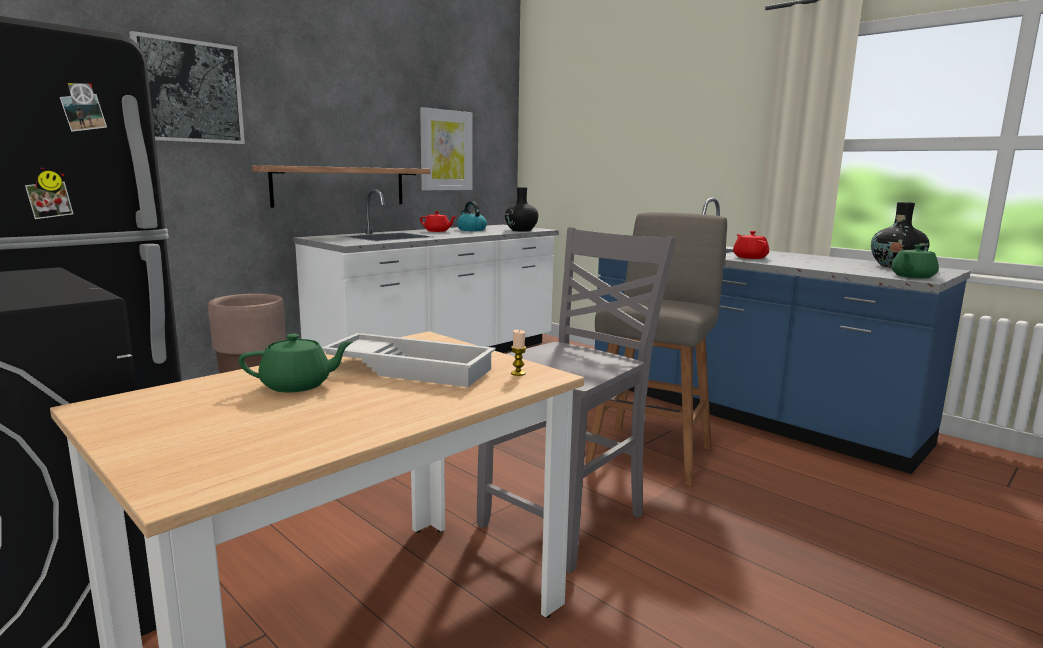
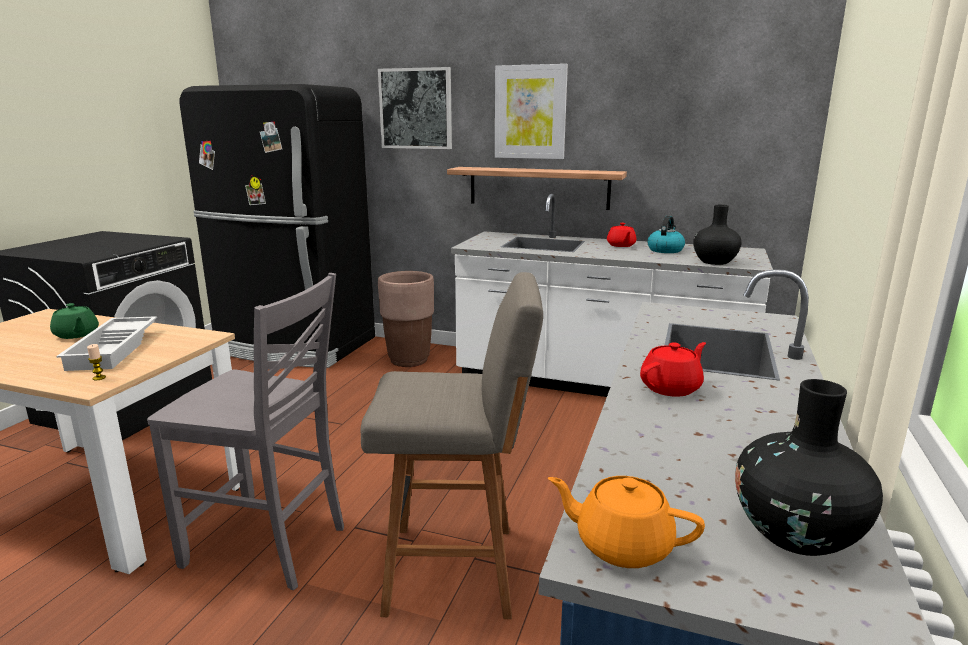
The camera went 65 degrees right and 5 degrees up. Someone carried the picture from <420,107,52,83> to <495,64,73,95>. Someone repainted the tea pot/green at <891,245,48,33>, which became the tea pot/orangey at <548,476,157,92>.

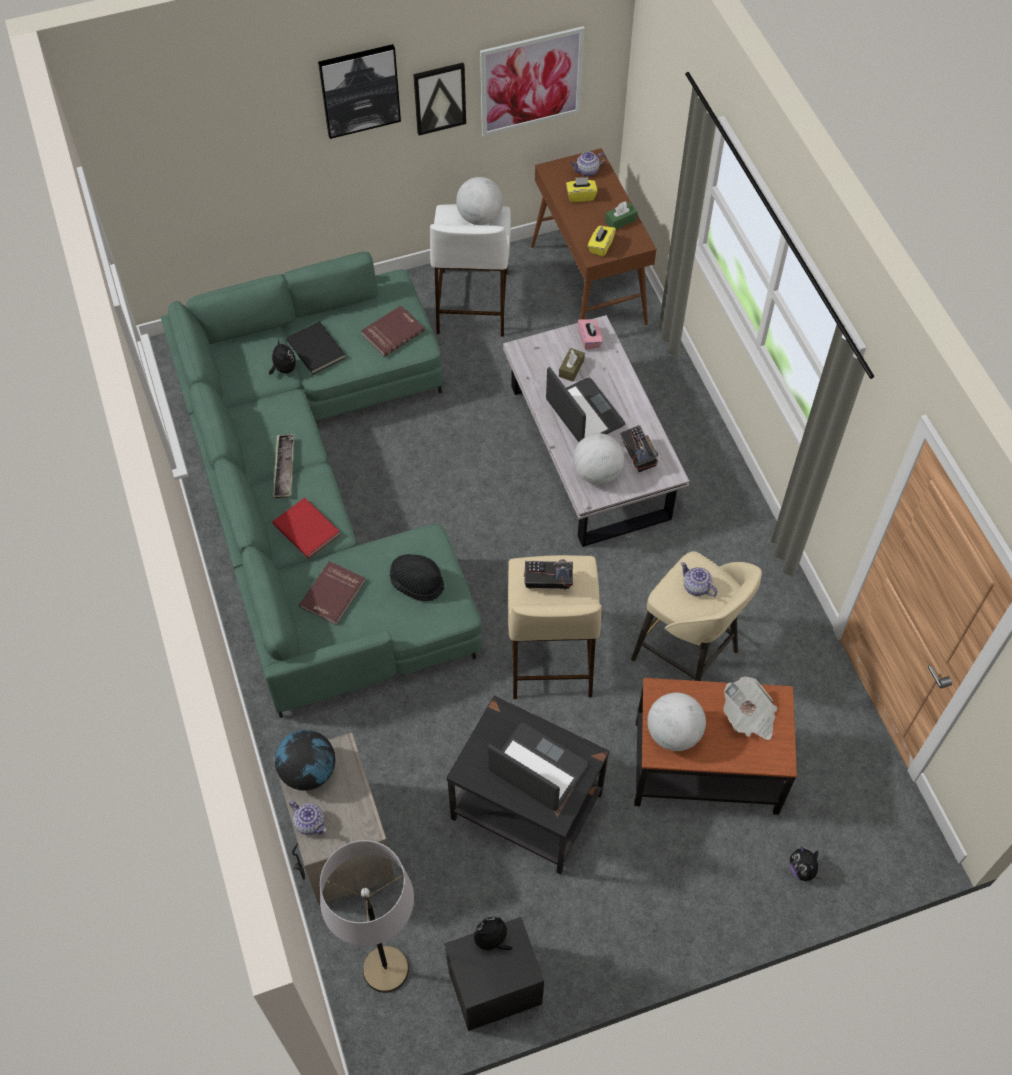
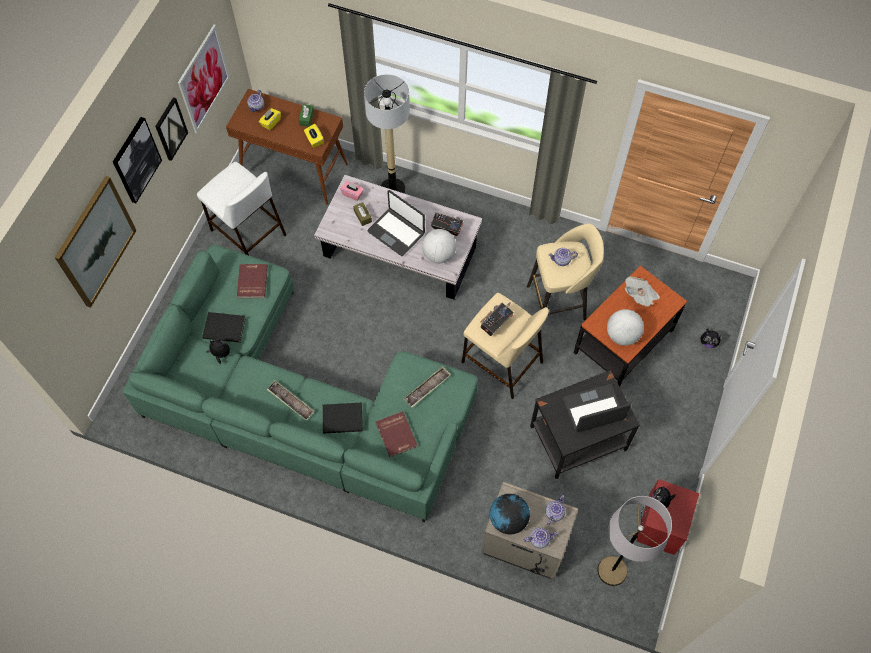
The camera went 50 degrees left and 5 degrees up. Someone took away the world globe at <456,177,47,48>. Someone put up the picture at <54,176,83,132>. Someone put down the standard lamp at <364,74,46,119>. Someone put down the tea pot at <545,495,20,30>. Someone swapped the clothing hat/black-coloured at <390,554,54,47> for the tray at <404,366,47,41>. Someone repainted the book/reddish at <273,498,67,61>, which became the book/black-coloured at <323,403,40,31>. Someone repainted the bedside table/black-coloured at <445,917,99,114>, which became the bedside table/reddish at <636,479,63,76>. Someone rotated the portable computer at <546,367,79,75> by 150 degrees counterclockwise.

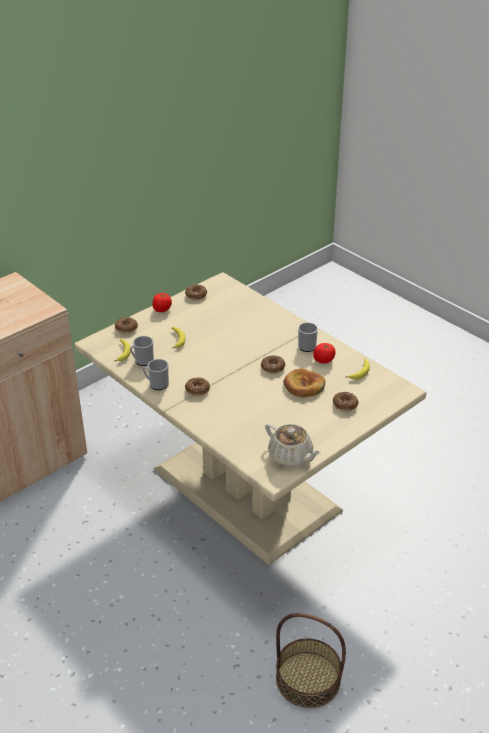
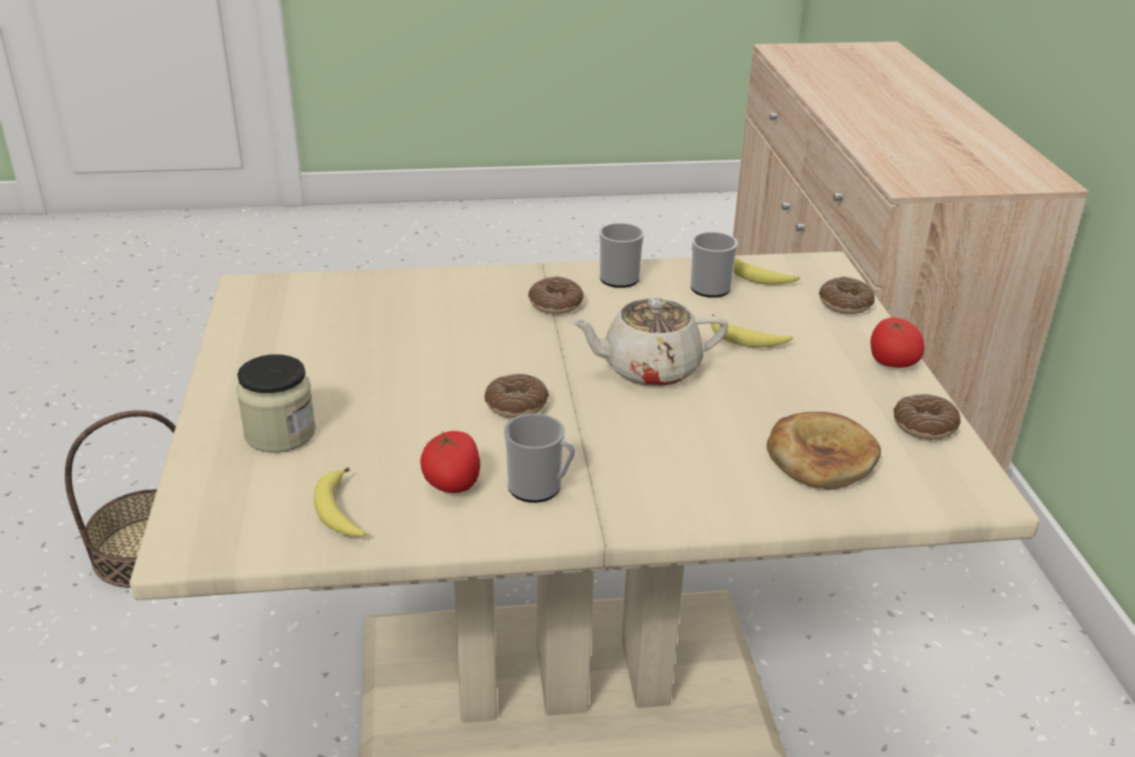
The camera went 125 degrees right and 5 degrees down. Someone carried the tea pot/beige from <265,423,56,44> to <570,297,158,90>. Someone carried the bakery bread from <283,368,42,29> to <767,412,114,78>. Someone swapped the doughnut at <333,392,25,20> for the preserve jar at <236,354,80,99>.

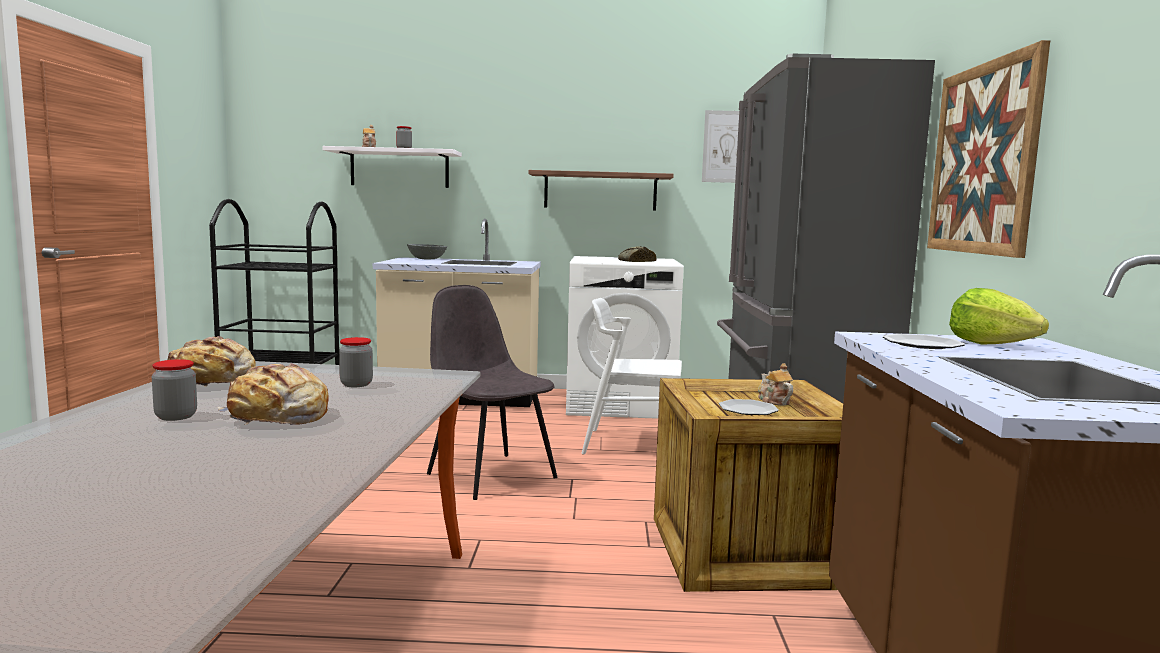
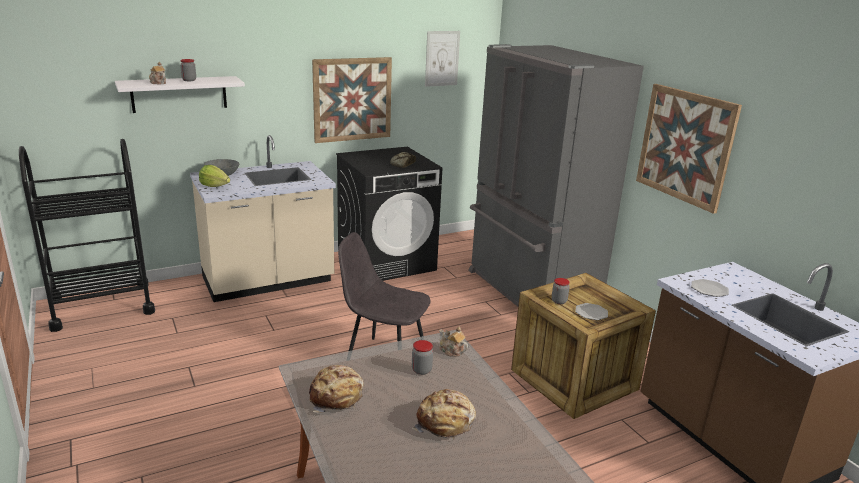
The camera went 30 degrees left and 15 degrees up. Someone took away the chair/whitish at <582,298,100,156>. Someone carried the preserve jar from <152,359,45,62> to <552,278,18,26>. Someone carried the tea pot from <758,363,35,42> to <439,327,29,30>. Someone carried the lettuce head from <949,288,100,57> to <199,165,31,22>. Someone swapped the wall shelf at <529,170,145,40> for the picture at <312,57,80,86>. Someone repainted the laundry machine/whitish at <566,256,118,163>, which became the laundry machine/black-coloured at <336,147,106,134>.

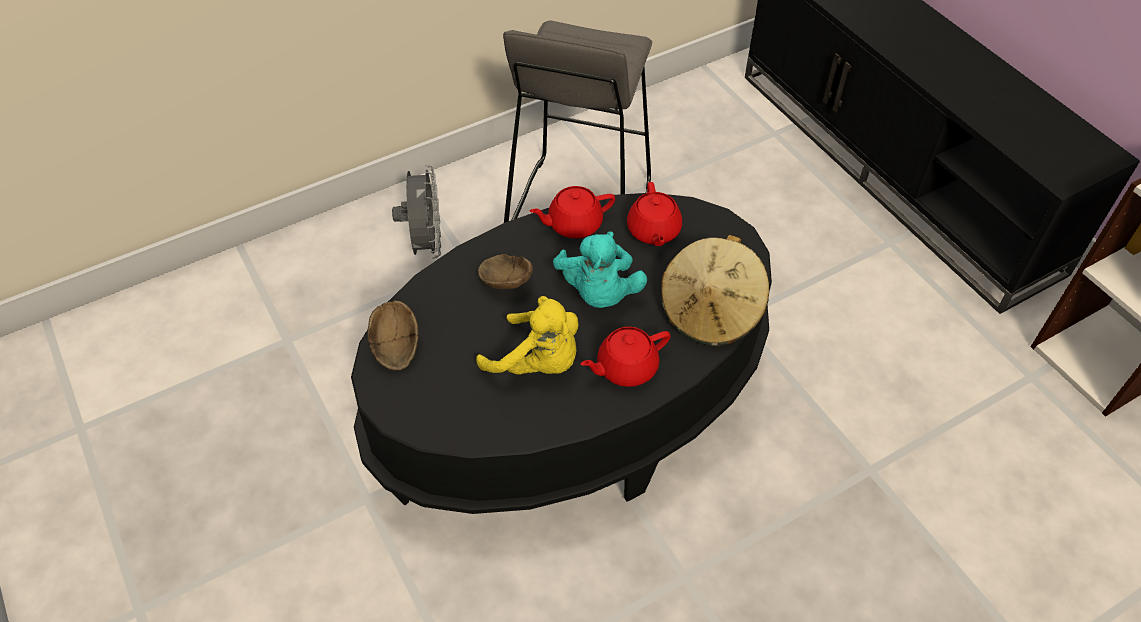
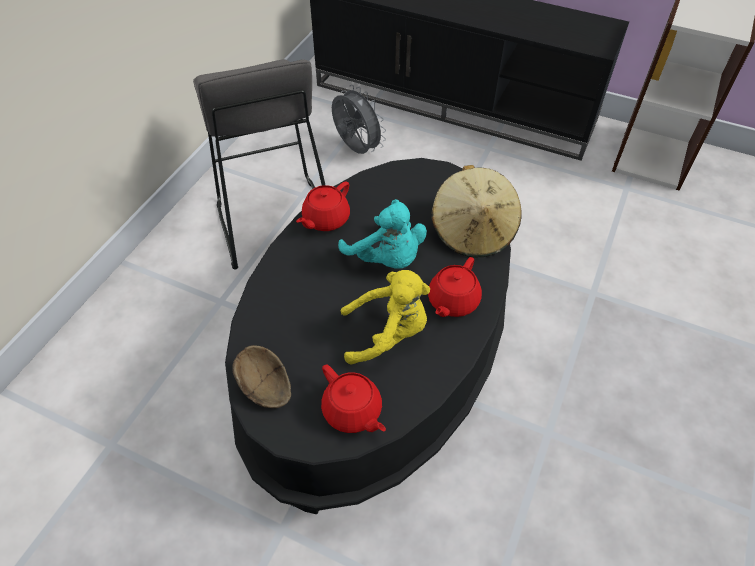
The camera went 35 degrees left and 0 degrees up. Someone took away the deep dish/brownish at <478,254,55,35>. Someone carried the fan/gray from <392,165,49,93> to <332,85,54,69>. Someone carried the tea pot/reddish from <627,182,55,64> to <321,364,65,69>.

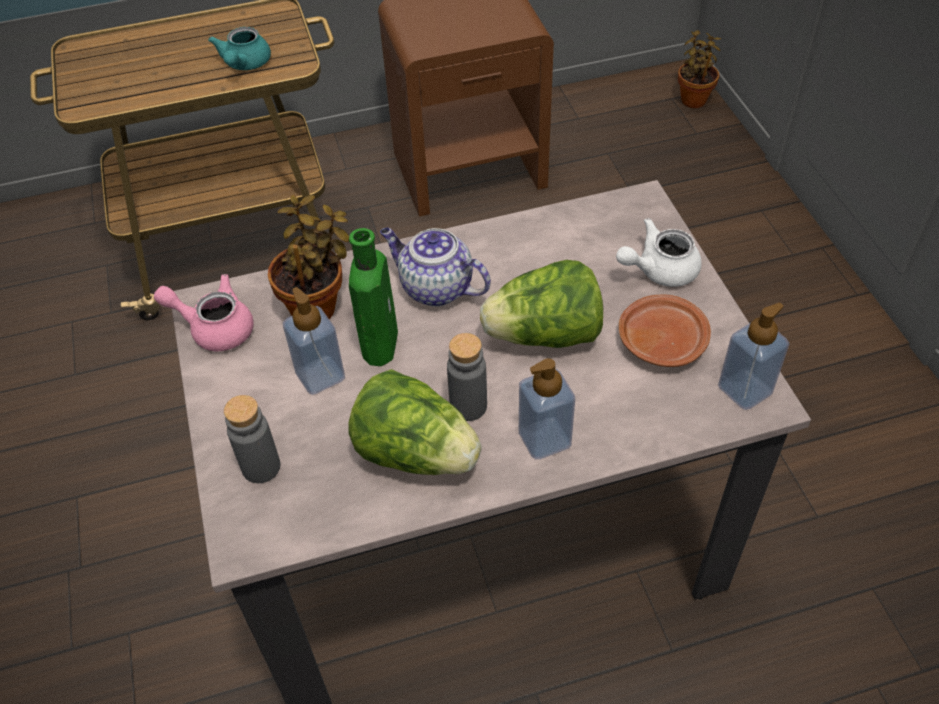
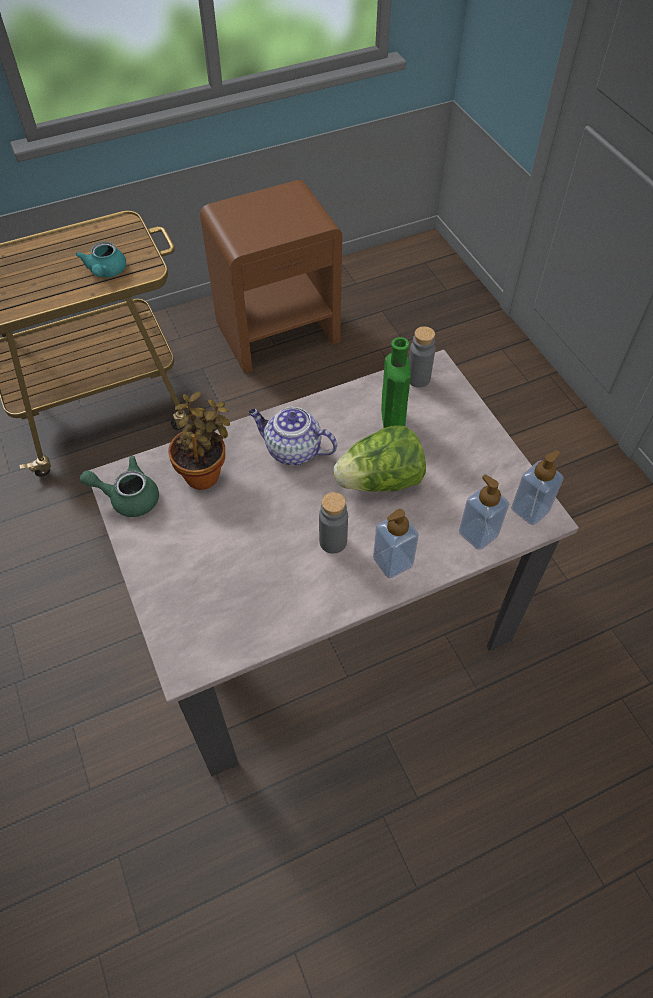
The camera went 10 degrees left and 5 degrees up. Someone took away the lettuce head at <348,369,134,106>. Someone took away the tea pot/whitish at <616,218,85,69>. Someone took away the plate/brownish at <619,295,92,72>. Someone took away the houseplant at <678,30,43,78>. Someone carried the bottle/gray from <224,395,56,88> to <409,326,26,62>. Someone carried the liquid soap bottle from <283,287,62,108> to <459,474,50,76>. Someone carried the bottle/green from <349,228,49,138> to <381,337,30,91>. Someone repainted the tea pot/pink-coloured at <154,274,100,77>, which became the tea pot/green at <80,456,79,61>.

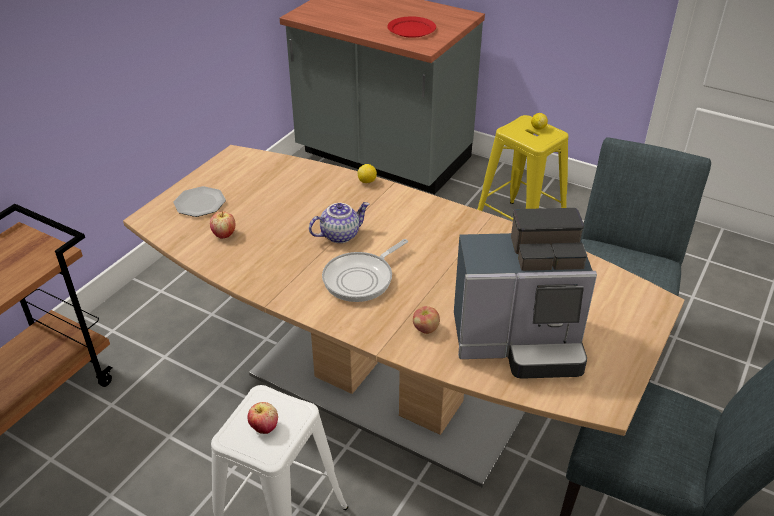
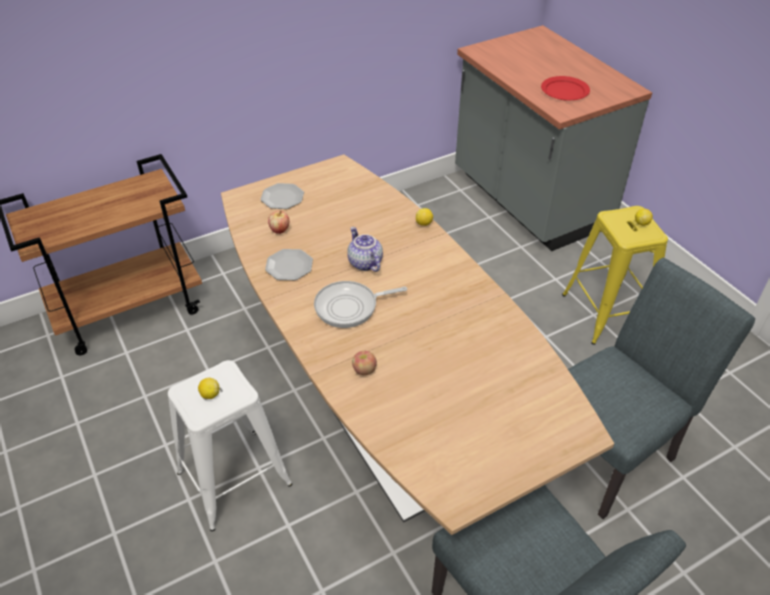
The camera went 30 degrees right and 5 degrees up. Someone took away the coffee brewer at <454,208,143,171>. Someone put down the plate at <265,249,48,31>. Someone swapped the apple at <248,402,30,32> for the whole lemon at <198,378,21,21>. Someone rotated the tea pot at <309,202,60,41> by 120 degrees counterclockwise.

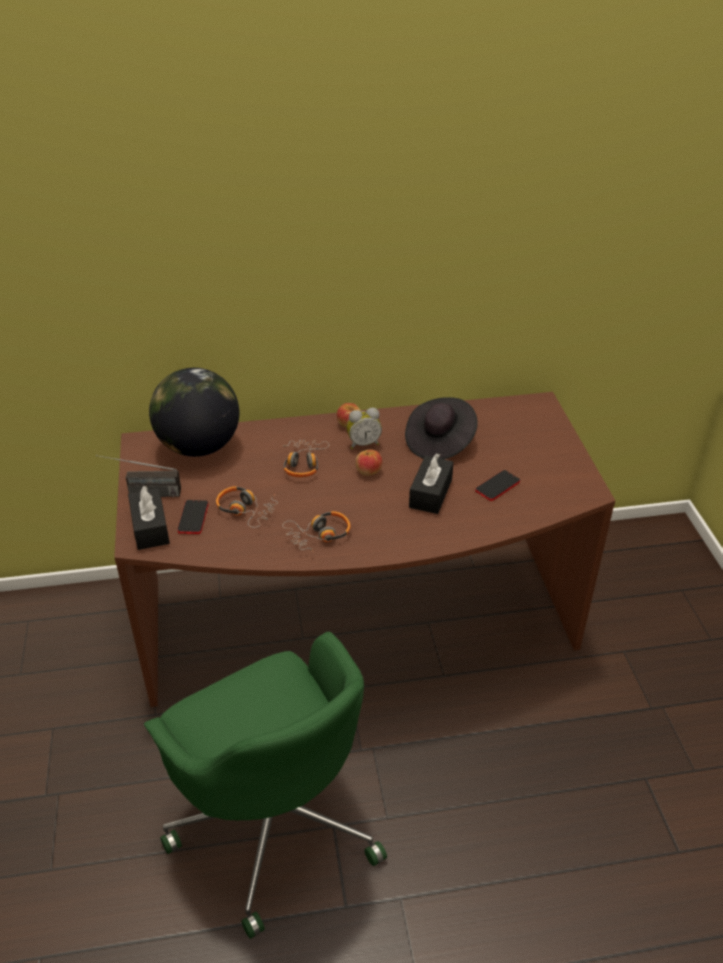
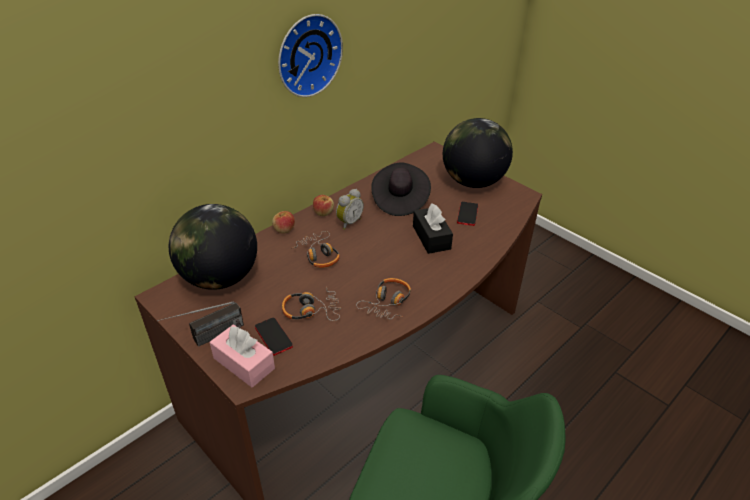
The camera went 35 degrees left and 0 degrees up. Someone put up the wall clock at <278,14,65,83>. Someone put down the world globe at <443,118,70,70>. Someone carried the apple from <356,450,26,26> to <272,211,23,23>. Someone repainted the tissue box/black-coloured at <128,486,42,64>, which became the tissue box/pink-coloured at <210,324,65,63>.

